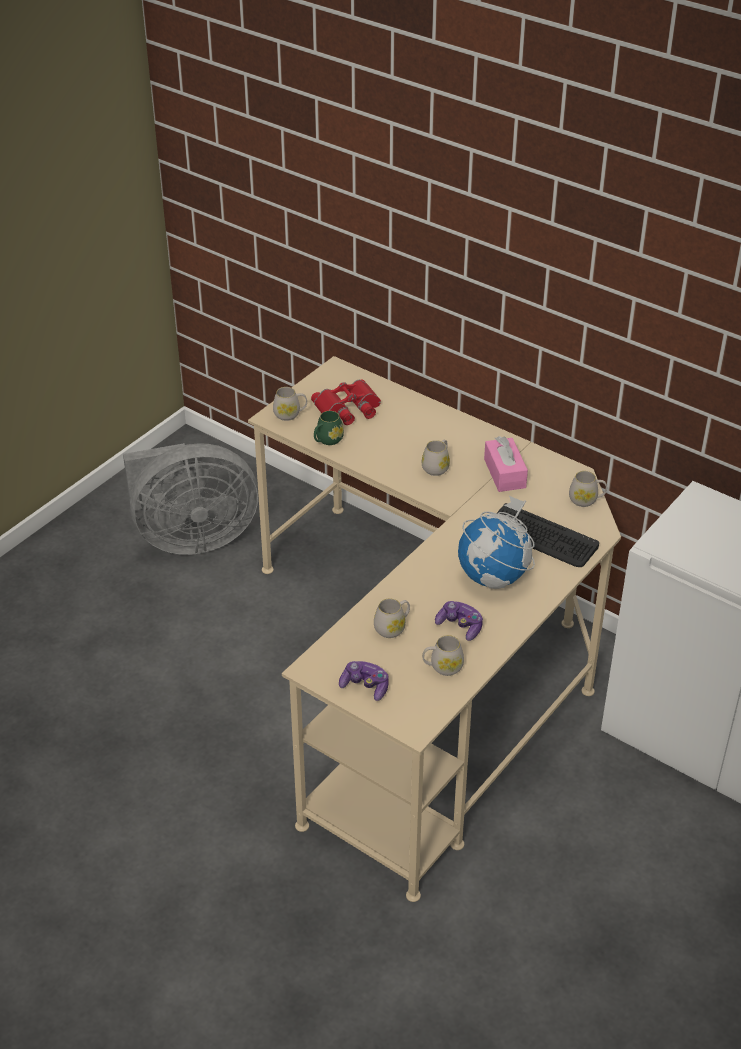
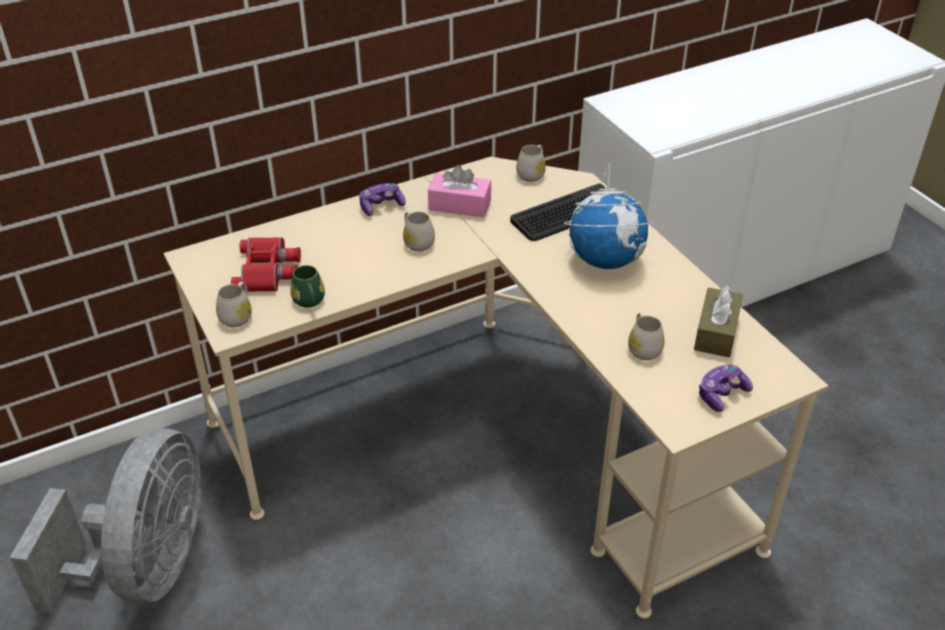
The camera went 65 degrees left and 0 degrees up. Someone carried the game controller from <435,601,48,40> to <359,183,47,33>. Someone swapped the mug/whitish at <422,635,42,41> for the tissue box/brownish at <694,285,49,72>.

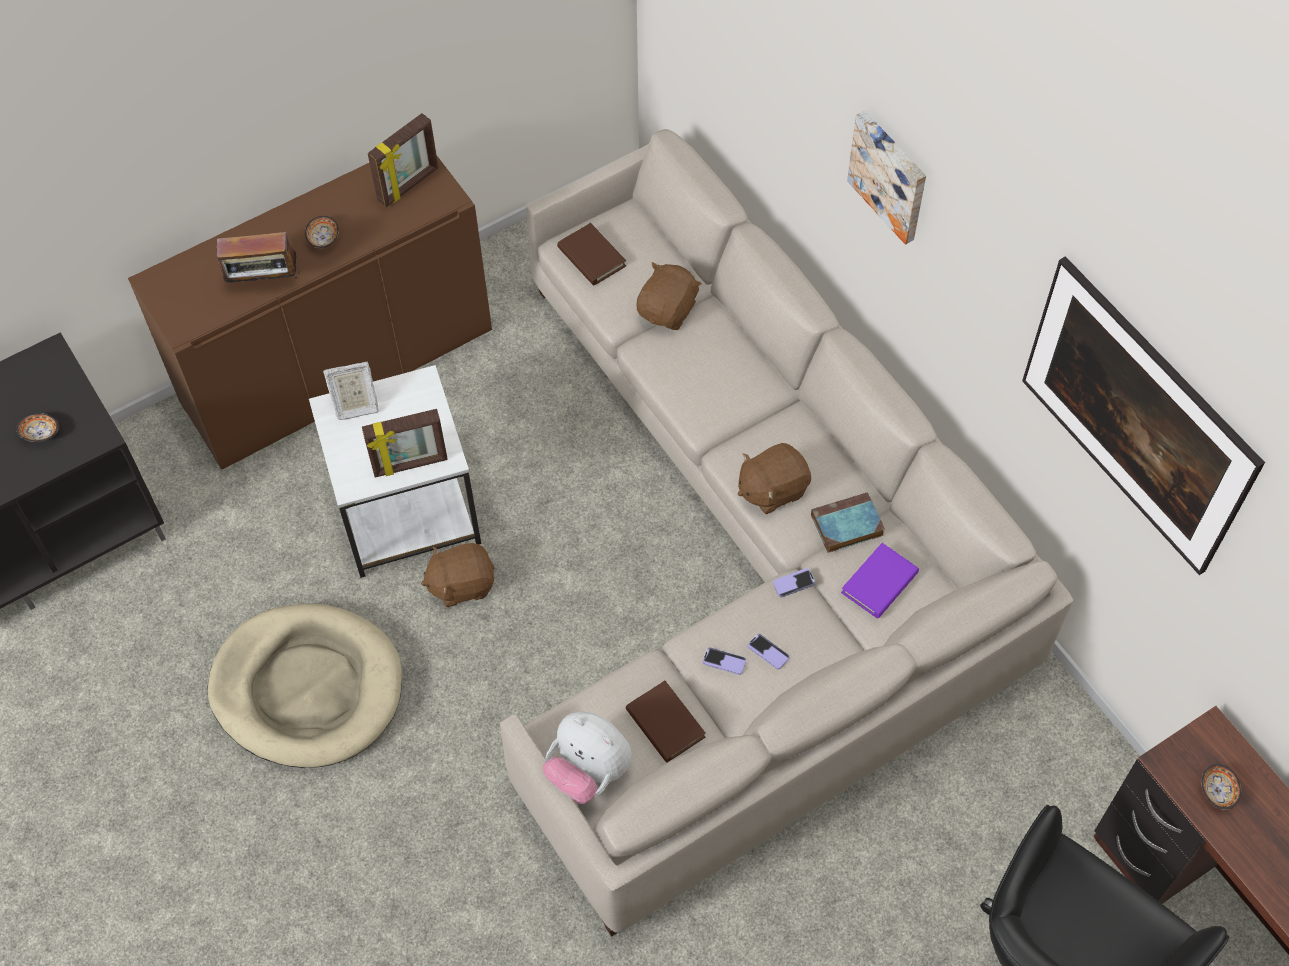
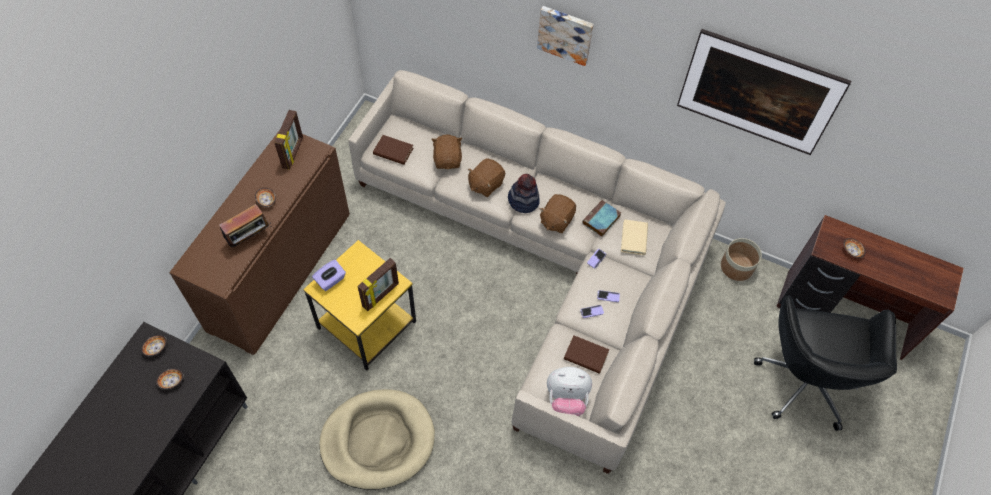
The camera went 35 degrees left and 0 degrees up. Someone put down the deep dish at <141,335,26,21>. Someone put down the clothing hat at <508,174,32,39>. Someone put down the planter at <721,238,41,43>. Someone carried the plush toy/brownish from <421,543,74,64> to <468,158,37,39>. Someone swapped the photo frame at <323,361,56,59> for the tissue box/purple at <312,260,34,31>. Someone repainted the accent table/whitish at <309,365,172,213>, which became the accent table/yellow-coloured at <303,240,113,131>. Someone repainted the book/purple at <841,543,78,75>, which became the book/beige at <621,219,27,36>.

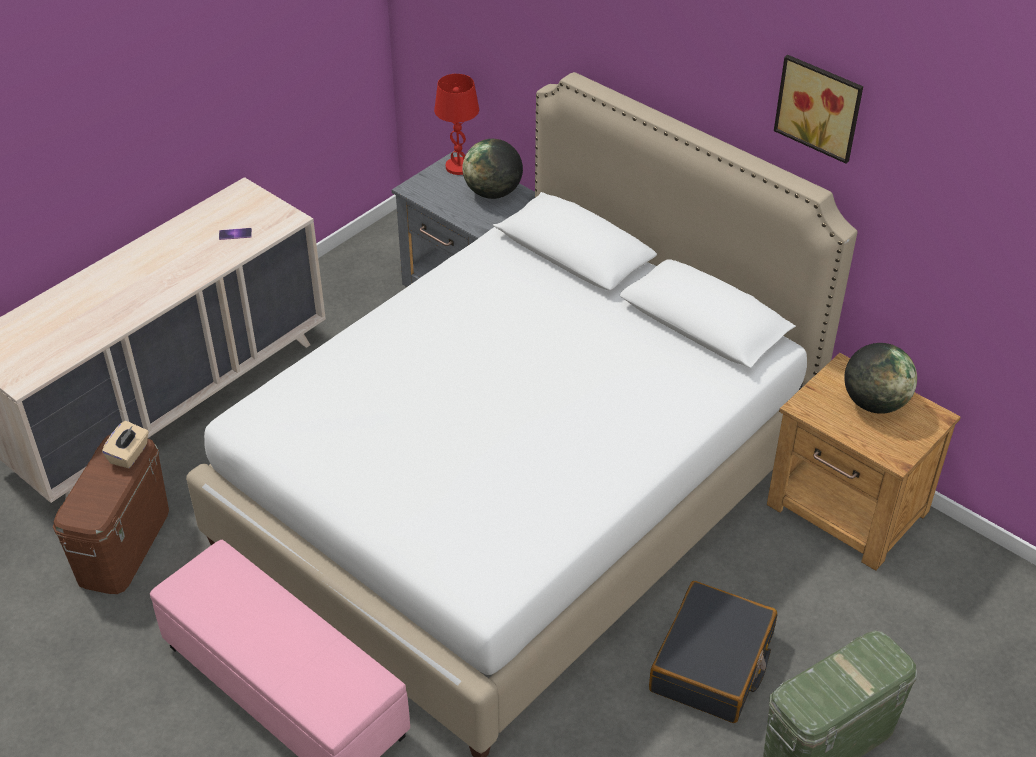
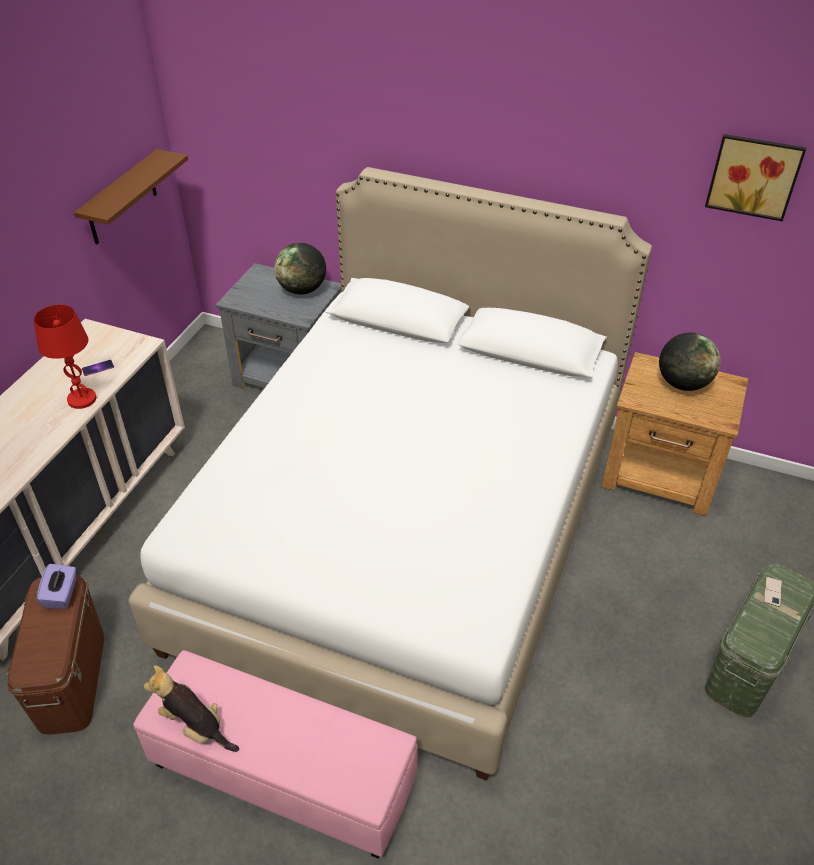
The camera went 20 degrees left and 0 degrees up. Someone took away the suitcase/black-coloured at <649,581,128,142>. Someone put up the wall shelf/brownish at <74,149,114,95>. Someone put down the plush toy at <144,665,95,87>. Someone put down the phone at <764,577,19,30>. Someone carried the tabletop lamp/reddish from <434,74,45,101> to <34,305,62,104>. Someone carried the picture from <774,55,89,109> to <705,134,101,87>. Someone repainted the tissue box/beige at <102,421,47,47>, which became the tissue box/purple at <37,564,39,45>.

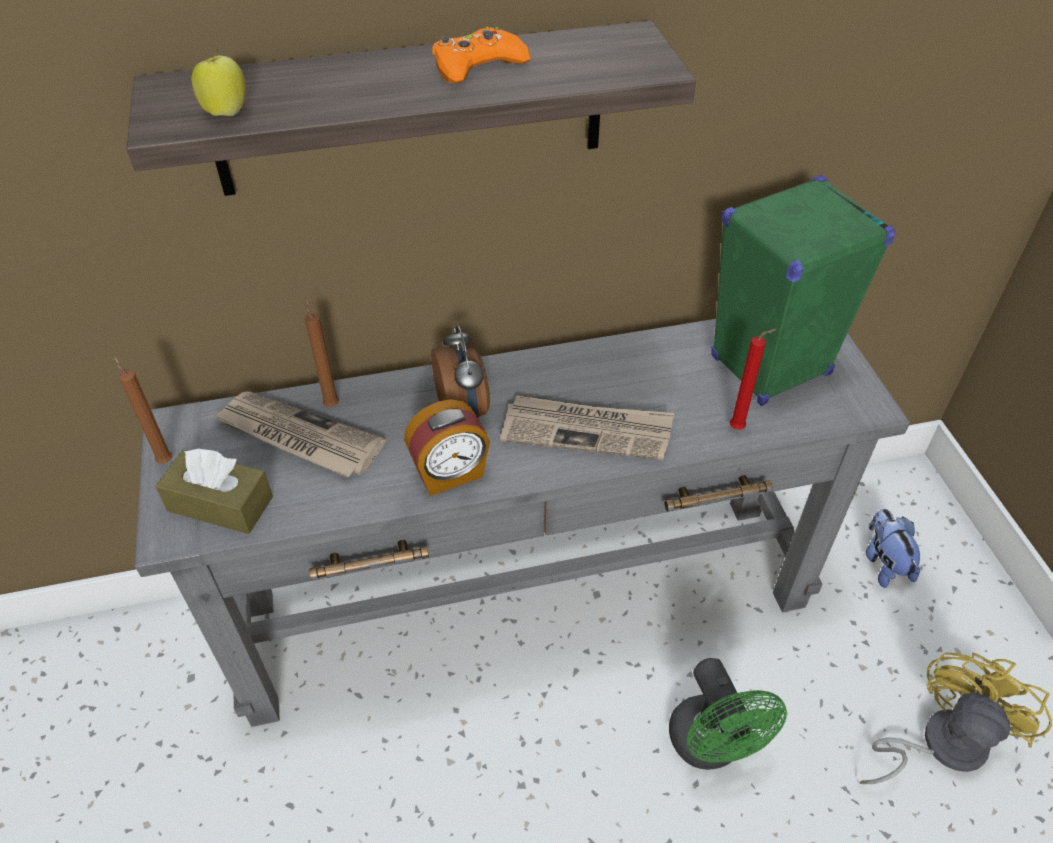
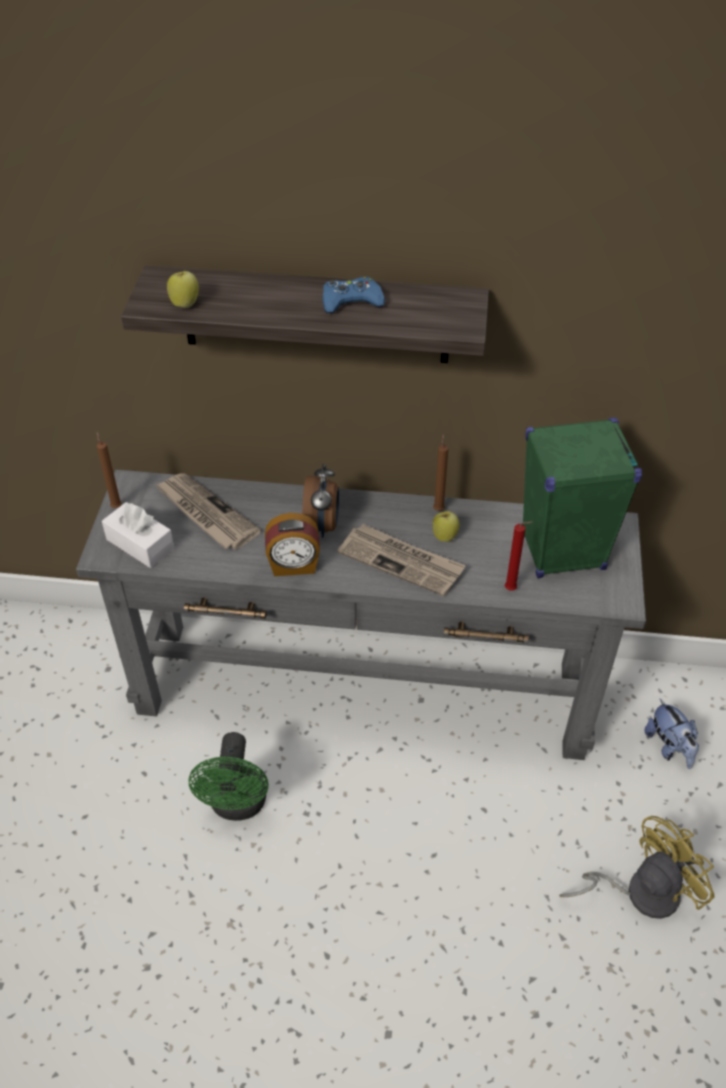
The camera went 20 degrees right and 0 degrees up. Someone put down the apple at <433,511,27,31>. Someone carried the wax light/brownish from <305,298,34,109> to <433,433,16,78>. Someone carried the fan/green from <669,658,118,112> to <189,732,79,89>. Someone repainted the tissue box/brownish at <155,448,118,86>, which became the tissue box/whitish at <102,502,72,66>. Someone repainted the game controller/orangey at <432,27,99,56>, which became the game controller/blue at <322,277,63,36>. Someone rotated the plush toy at <866,509,54,79> by 150 degrees clockwise.

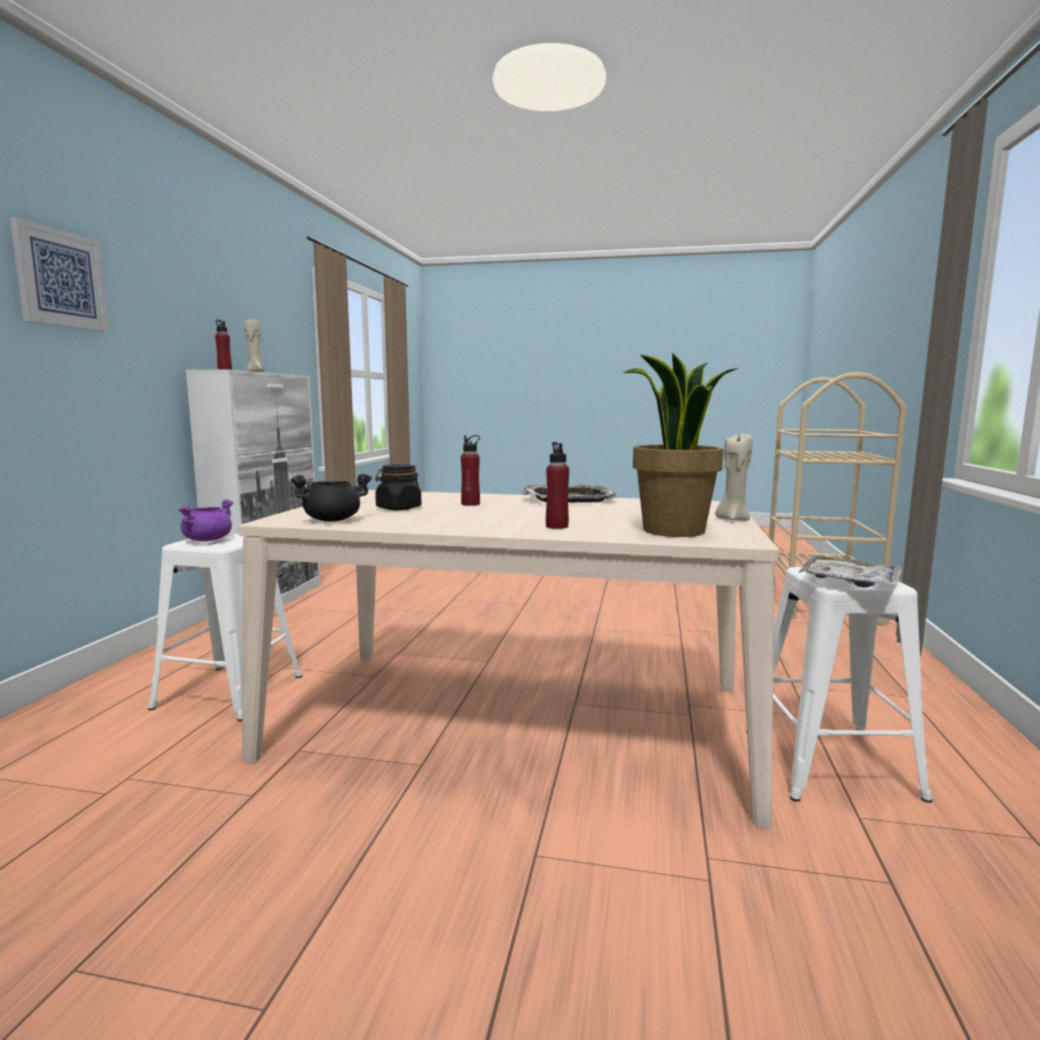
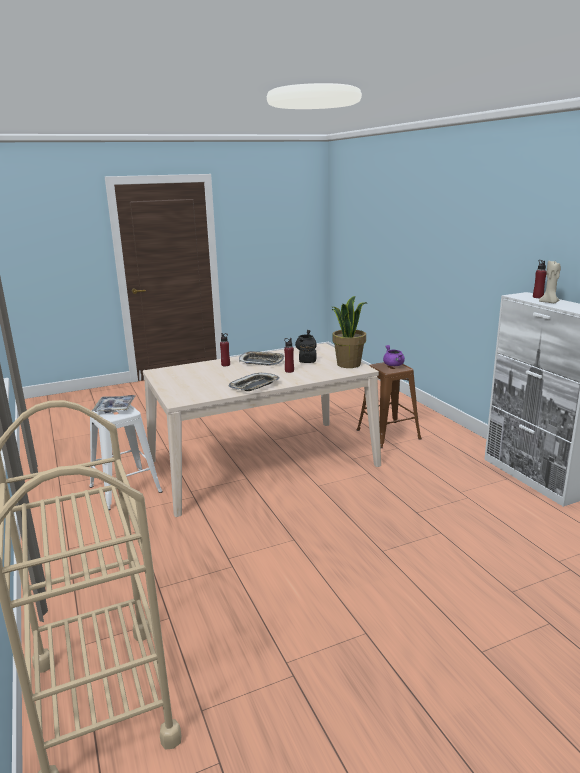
The camera went 145 degrees right and 10 degrees up. Someone took away the picture at <10,217,99,115>. Someone took away the wax light/beige at <715,433,38,88>. Someone put down the tray at <239,351,46,14>. Someone carried the houseplant from <623,352,115,185> to <332,296,35,72>. Someone repainted the sitting stool/whitish at <148,534,154,187>, which became the sitting stool/brownish at <357,362,65,86>.

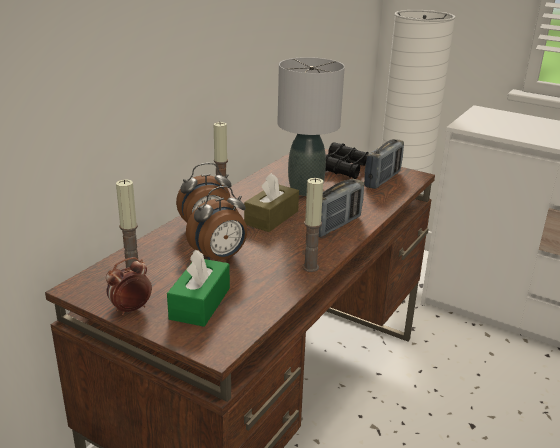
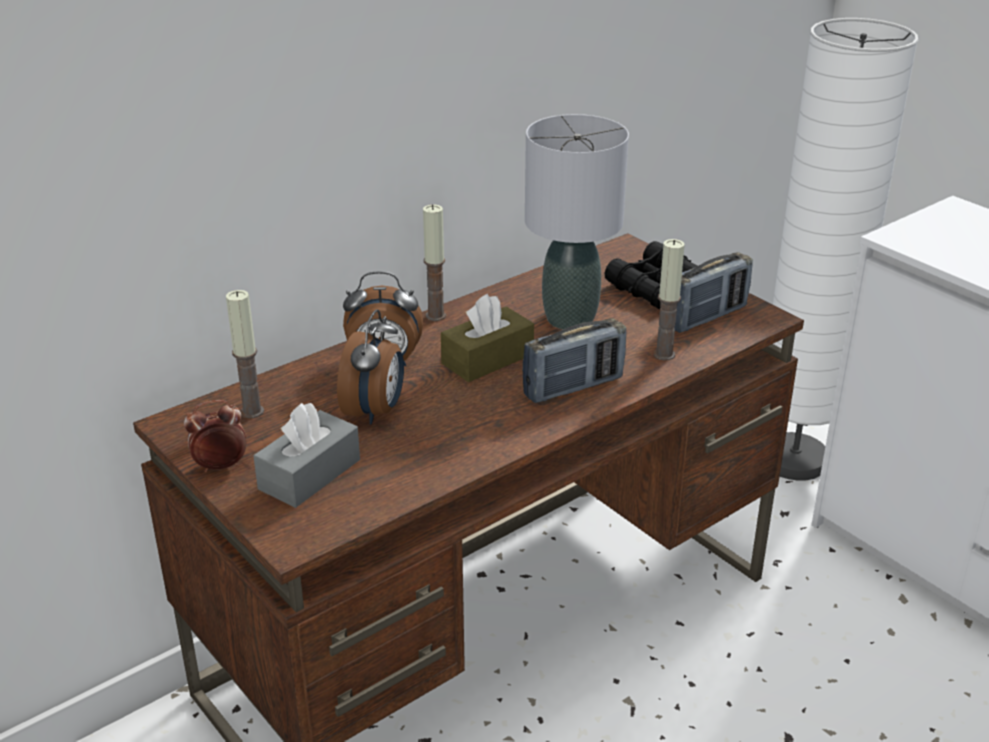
The camera went 20 degrees right and 5 degrees up. Someone carried the wax light from <303,178,20,94> to <654,239,31,122>. Someone repainted the tissue box/green at <167,250,63,77>, which became the tissue box/gray at <253,403,107,105>. Someone rotated the alarm clock at <186,186,61,74> by 60 degrees counterclockwise.

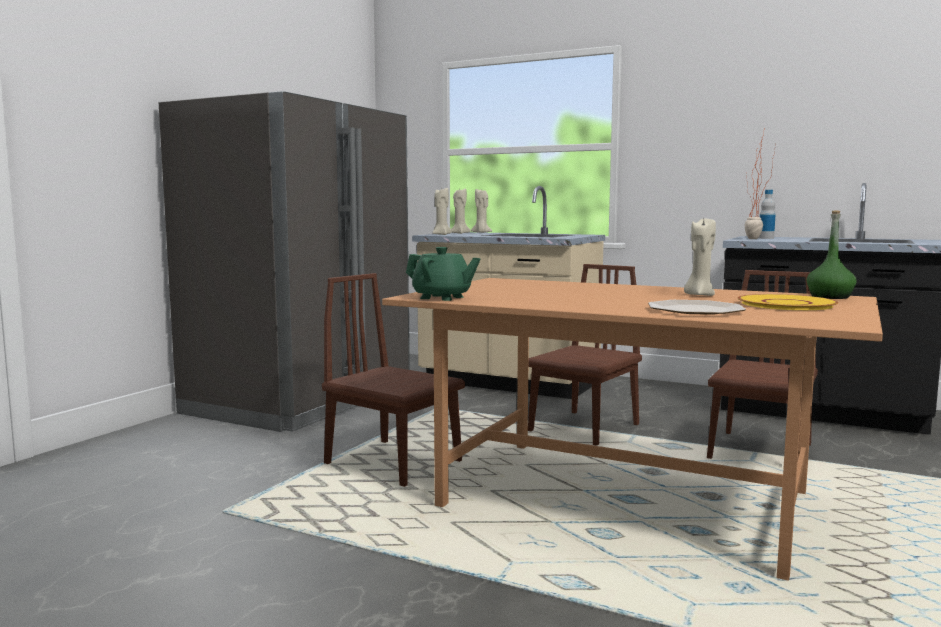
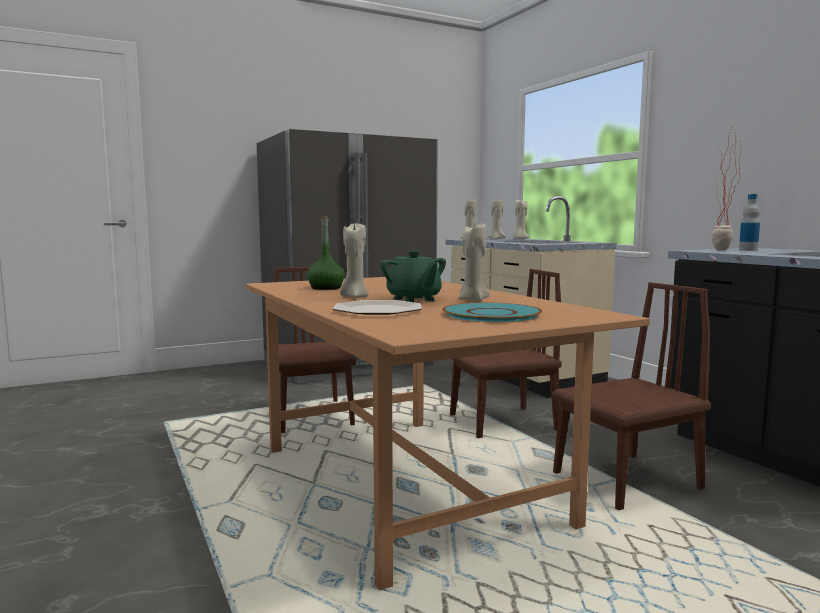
The camera went 35 degrees right and 0 degrees up. Someone put down the wax light/beige at <340,221,29,76>. Someone carried the tea pot/green from <406,247,75,54> to <380,250,66,52>. Someone carried the bottle/green from <807,210,50,89> to <307,216,38,74>. Someone repainted the plate/yellow-coloured at <738,294,100,16>, which became the plate/turquoise-coloured at <442,302,100,20>.

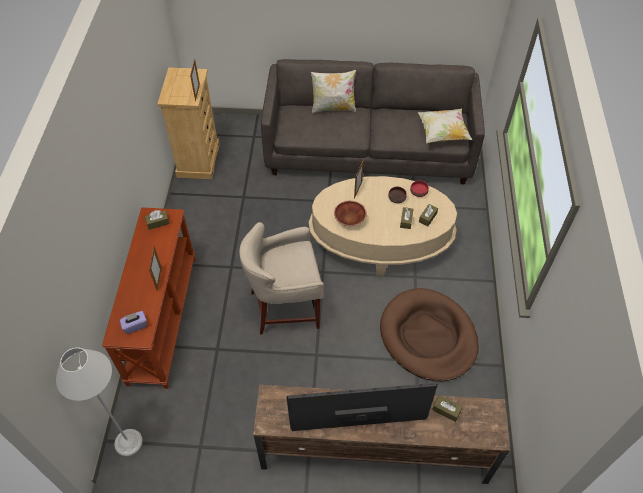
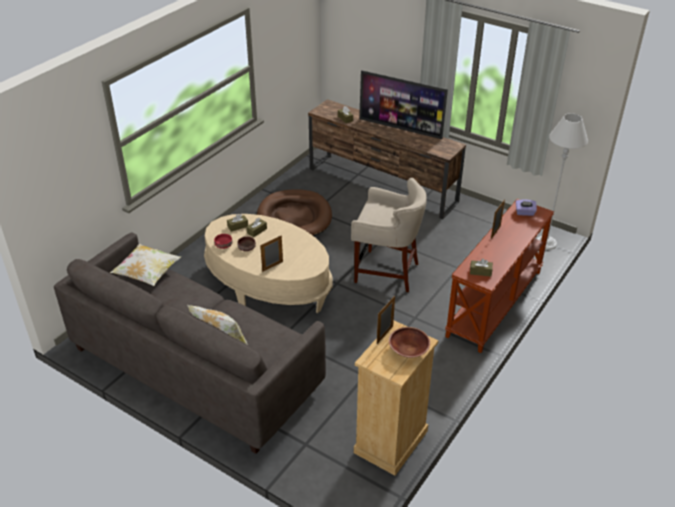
The camera went 150 degrees left and 15 degrees down. Someone carried the deep dish/brownish from <334,201,33,25> to <389,327,41,31>.

